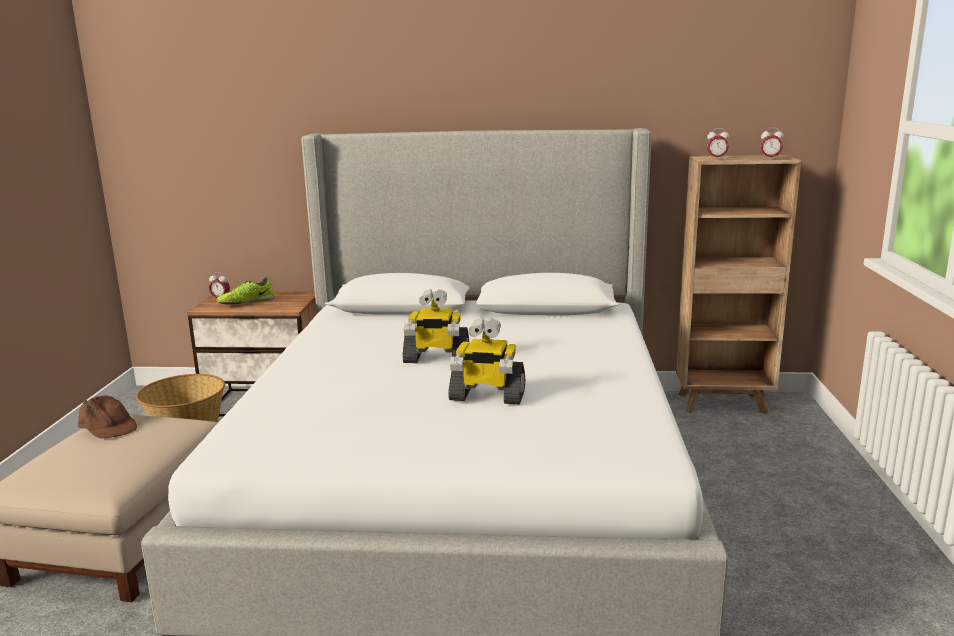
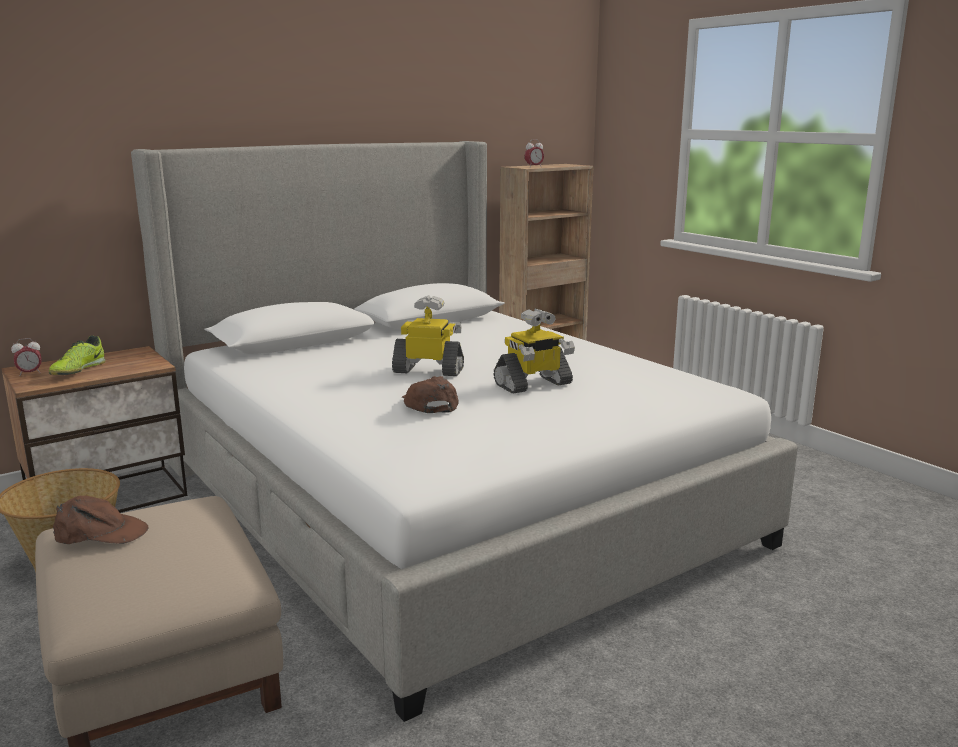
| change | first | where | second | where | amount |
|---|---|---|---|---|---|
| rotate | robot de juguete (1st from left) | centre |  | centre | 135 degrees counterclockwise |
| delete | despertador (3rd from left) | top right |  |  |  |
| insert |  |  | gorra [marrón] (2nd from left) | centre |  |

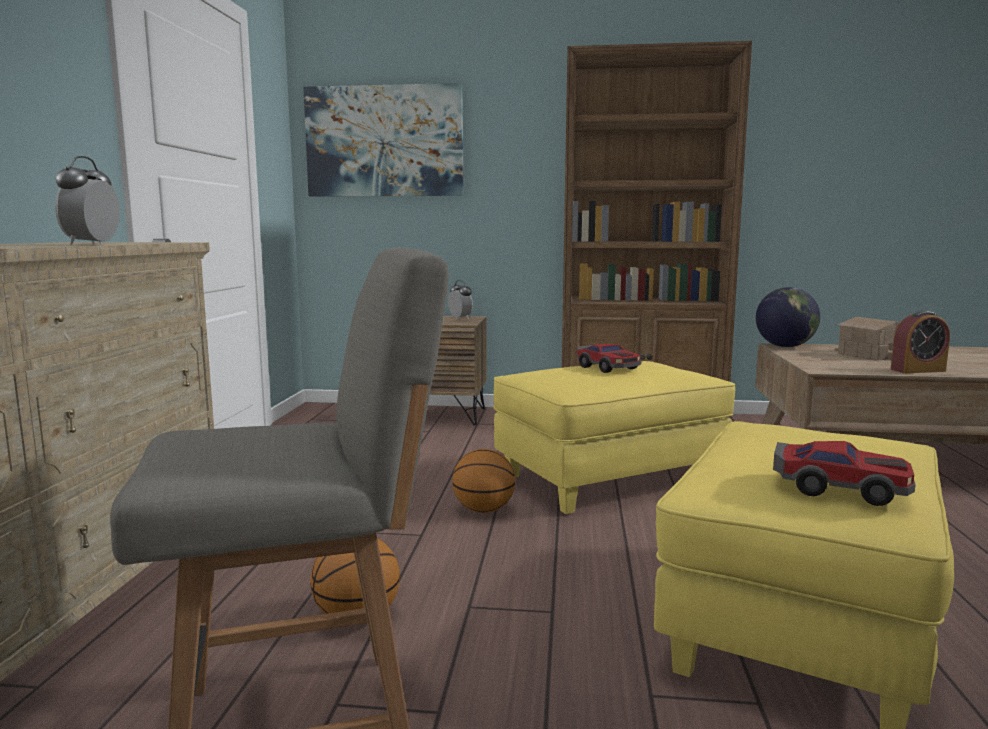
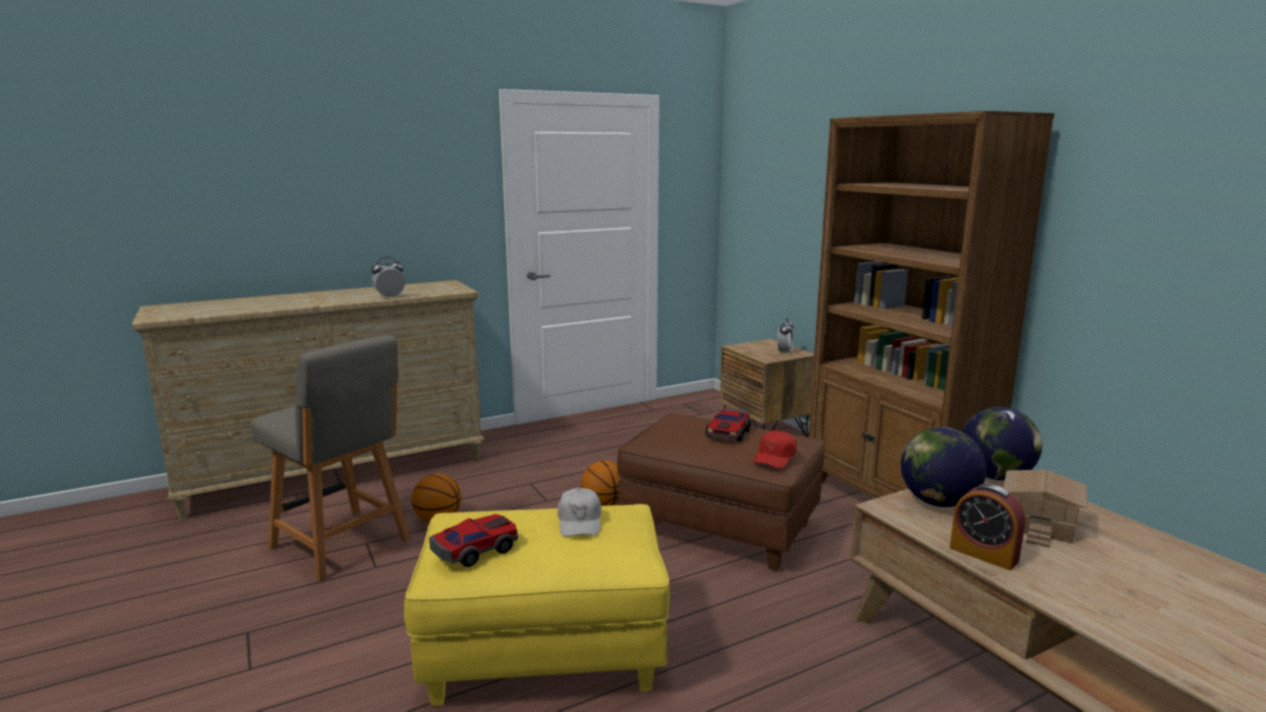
| change | first | where | second | where | amount |
|---|---|---|---|---|---|
| delete | cuadro | top centre |  |  |  |
| recolor | puf [amarillo] (1st from left) | centre | puf [marrón] | bottom centre |  |
| rotate | coche de juguete (2nd from left in the first image) | middle right | coche de juguete (1st from left) | bottom centre | 120 degrees counterclockwise |
| insert |  |  | gorra [blanco] | bottom centre |  |
| insert |  |  | gorra [rojo] | centre |  |
| insert |  |  | globo terráqueo (1st from left) | middle right |  |

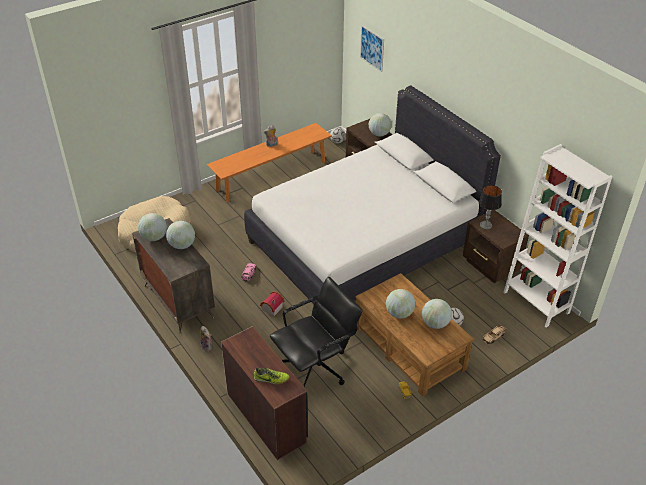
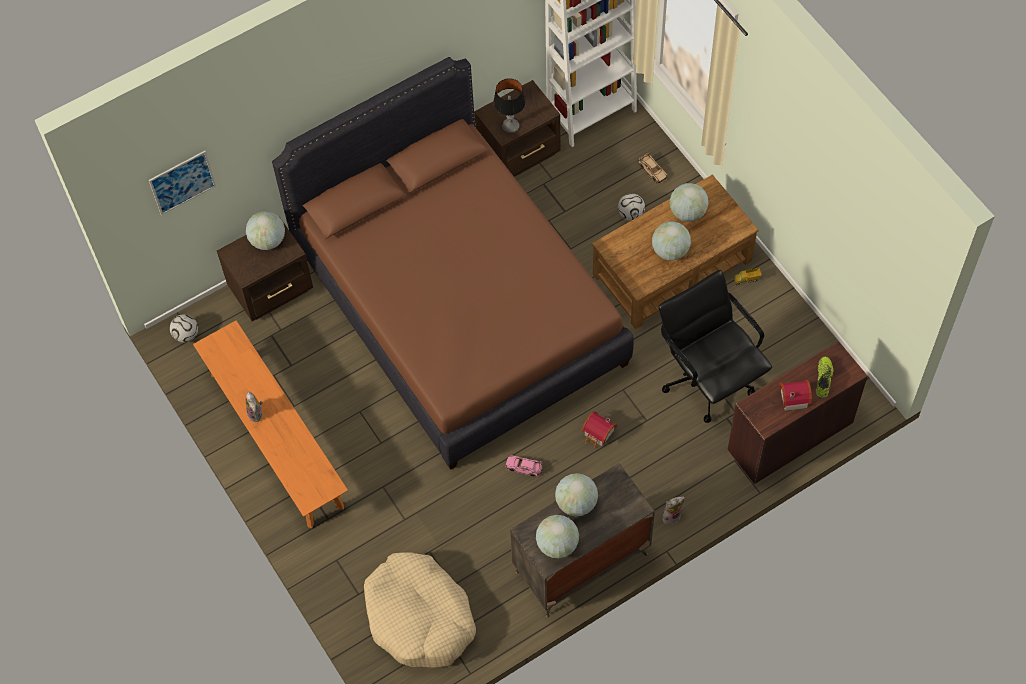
| change | first | where | second | where | amount |
|---|---|---|---|---|---|
| recolor | cama [blanco] | centre | cama [marrón] | centre |  |
| insert |  |  | casita (2nd from left) | middle right |  |

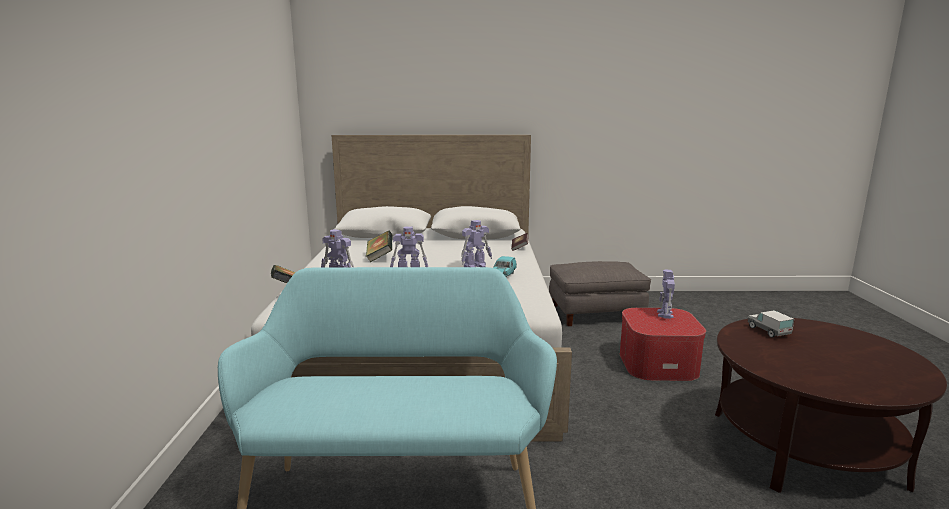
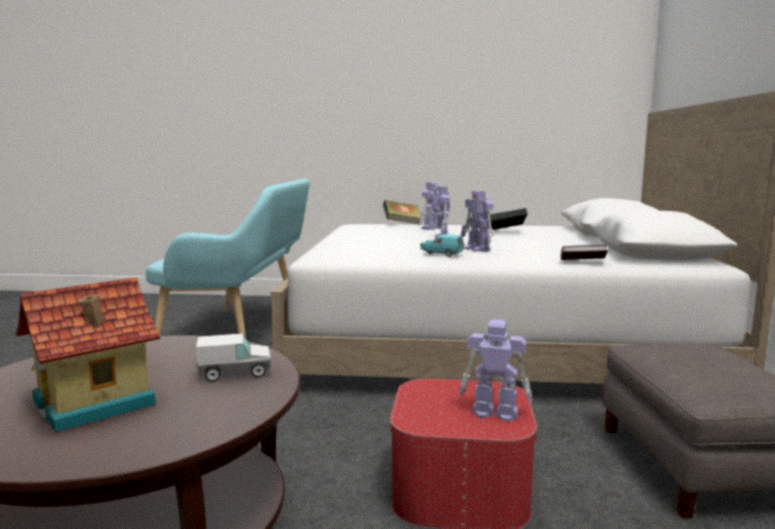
| change | first | where | second | where | amount |
|---|---|---|---|---|---|
| insert |  |  | casita | bottom left |  |

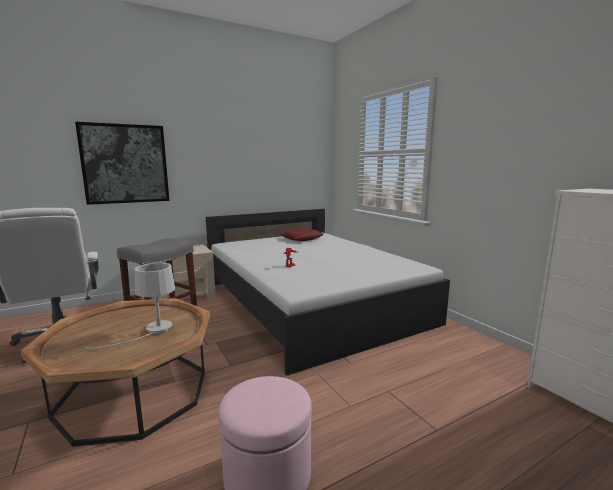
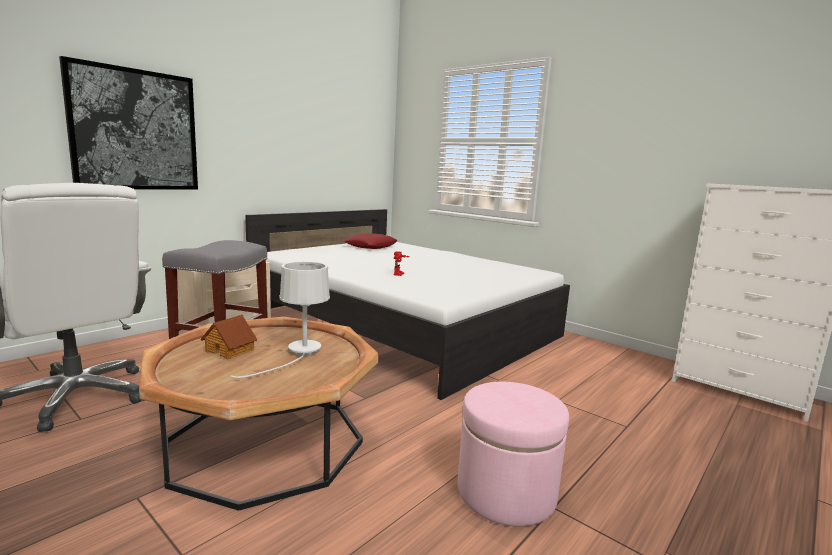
| change | first | where | second | where | amount |
|---|---|---|---|---|---|
| insert |  |  | casita | middle left |  |

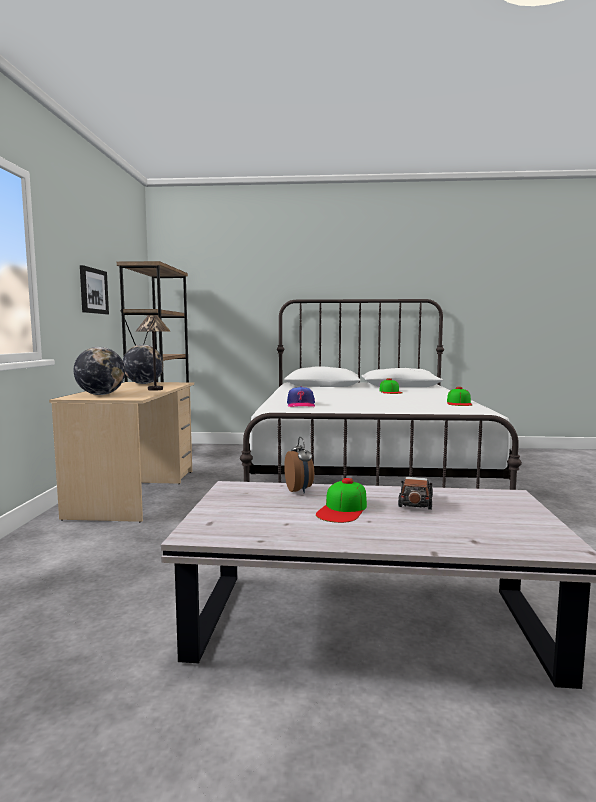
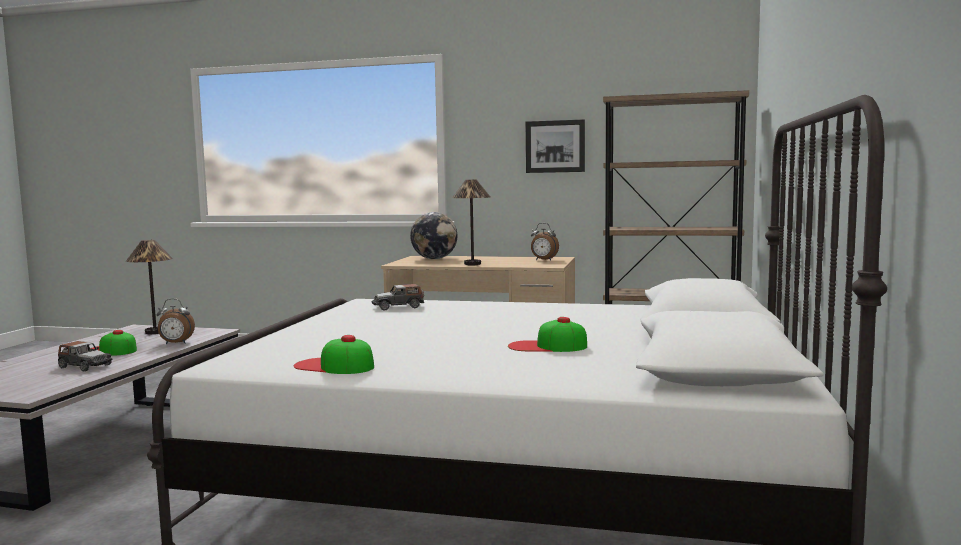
| change | first | where | second | where | amount |
|---|---|---|---|---|---|
| replace | globo terráqueo (2nd from left) | middle left | despertador (2nd from left) | centre |  |
| replace | gorra (1st from left) | centre | coche de juguete (2nd from left) | centre |  |
| insert |  |  | lámpara de mesa (1st from left) | middle left |  |

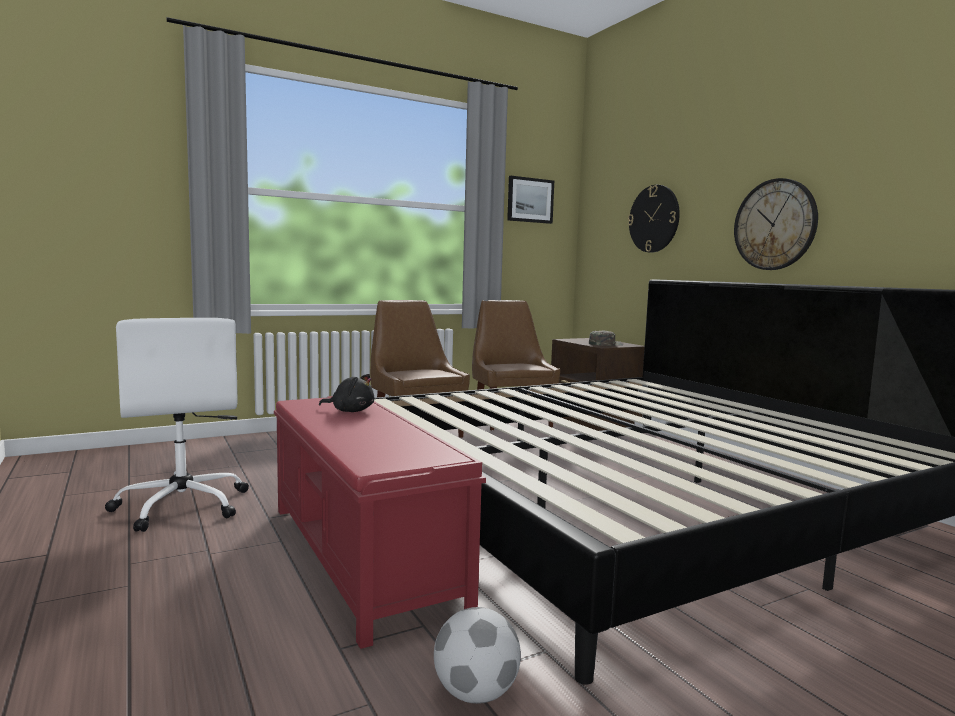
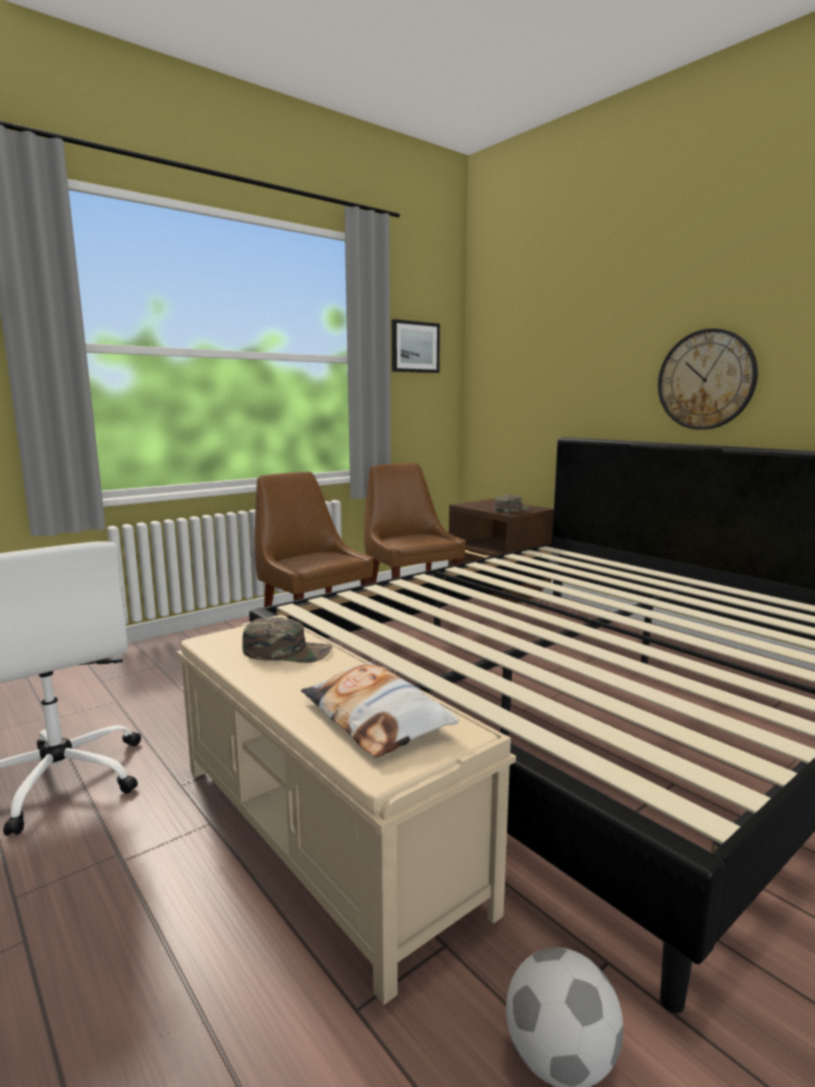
| change | first | where | second | where | amount |
|---|---|---|---|---|---|
| recolor | banco [rojo] | bottom centre | banco [beis] | bottom centre |  |
| replace | peluche [negro] | centre | gorra [verde] (1st from left) | centre |  |
| delete | reloj de pared (1st from left) | top right |  |  |  |
| insert |  |  | cojín | centre |  |

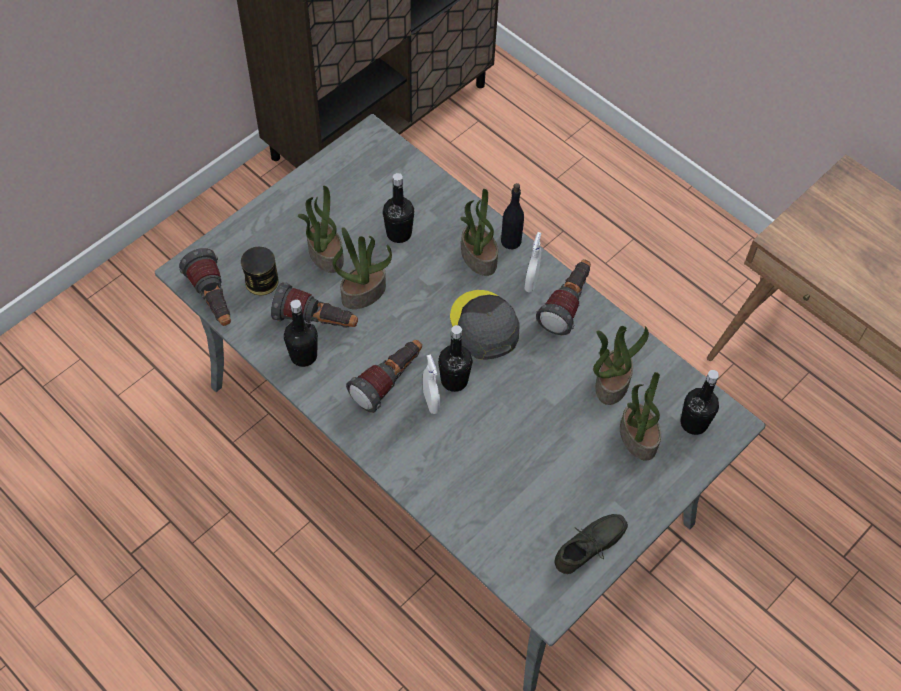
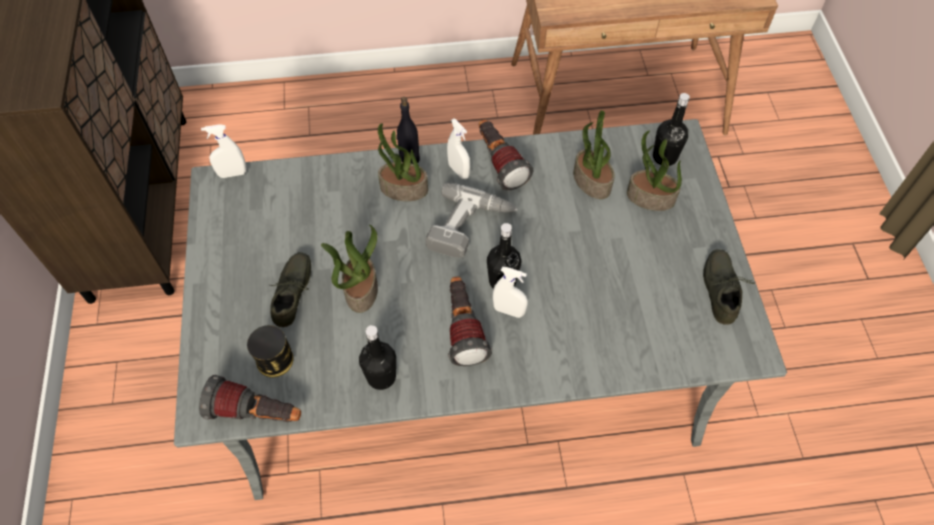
| change | first | where | second | where | amount |
|---|---|---|---|---|---|
| delete | linterna (2nd from left) | centre |  |  |  |
| replace | planta en maceta (1st from left) | top centre | zapato [gris] (1st from left) | middle left |  |
| delete | botella [negro] (2nd from left) | top centre |  |  |  |
| replace | gorra [gris] | centre | taladro | centre |  |
| insert |  |  | pulverizador [blanco] (1st from left) | top left |  |

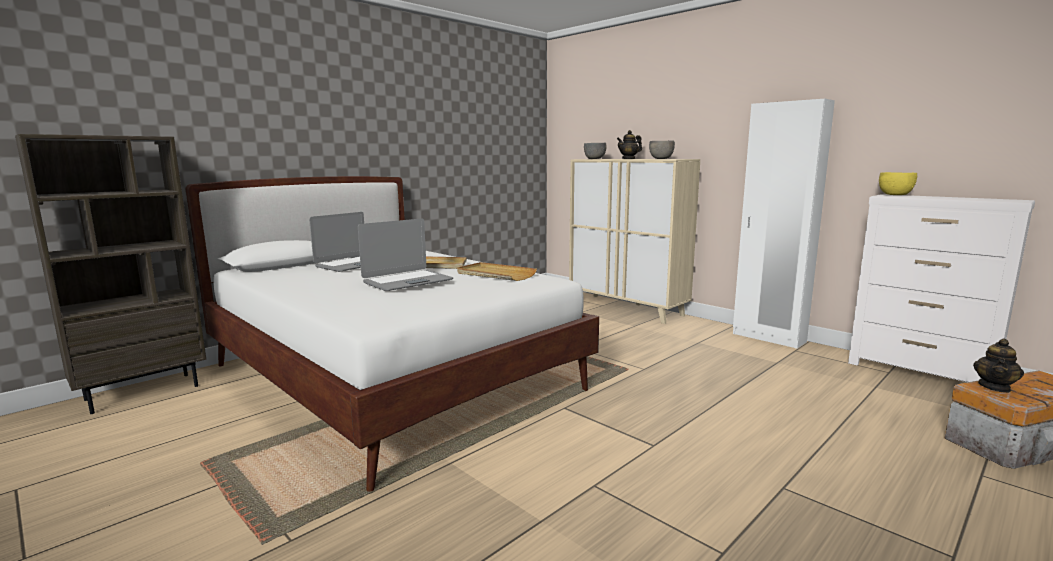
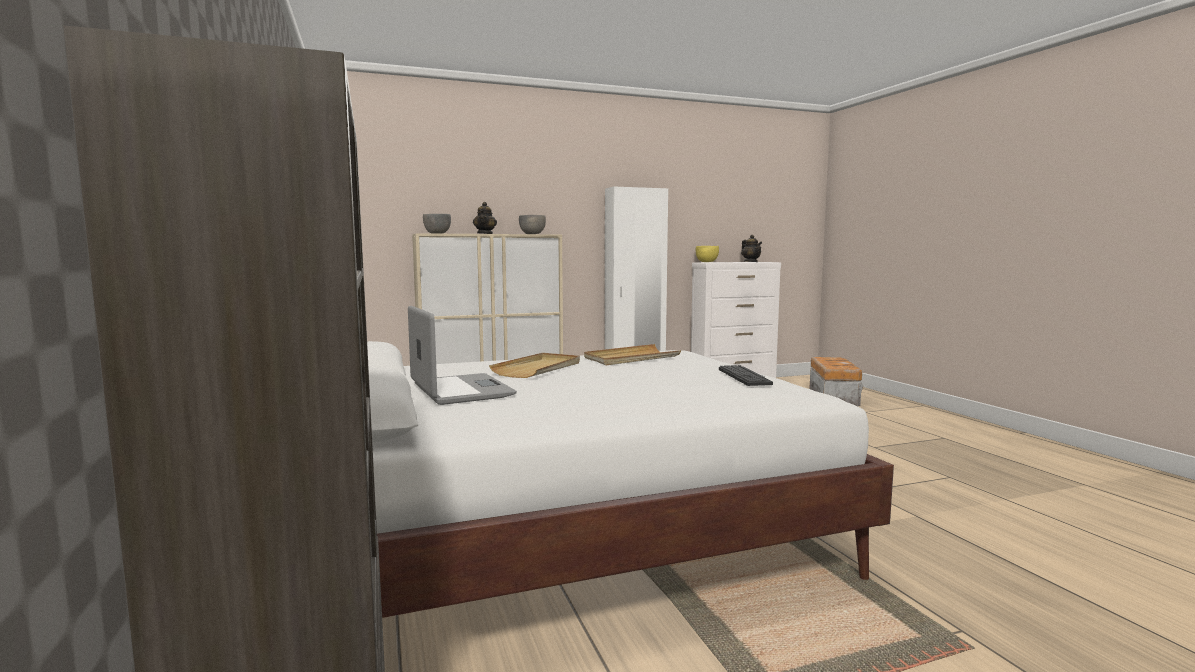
| change | first | where | second | where | amount |
|---|---|---|---|---|---|
| delete | portátil (2nd from left) | centre |  |  |  |
| move | tetera (2nd from left) | middle right |  | centre |  |
| insert |  |  | teclado | centre |  |

